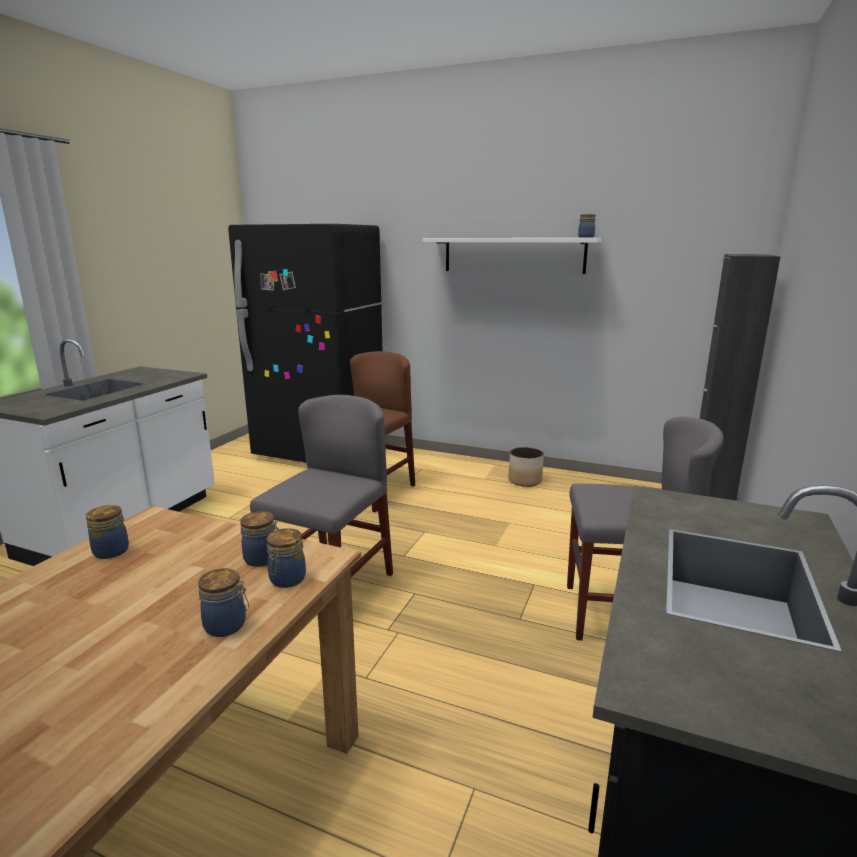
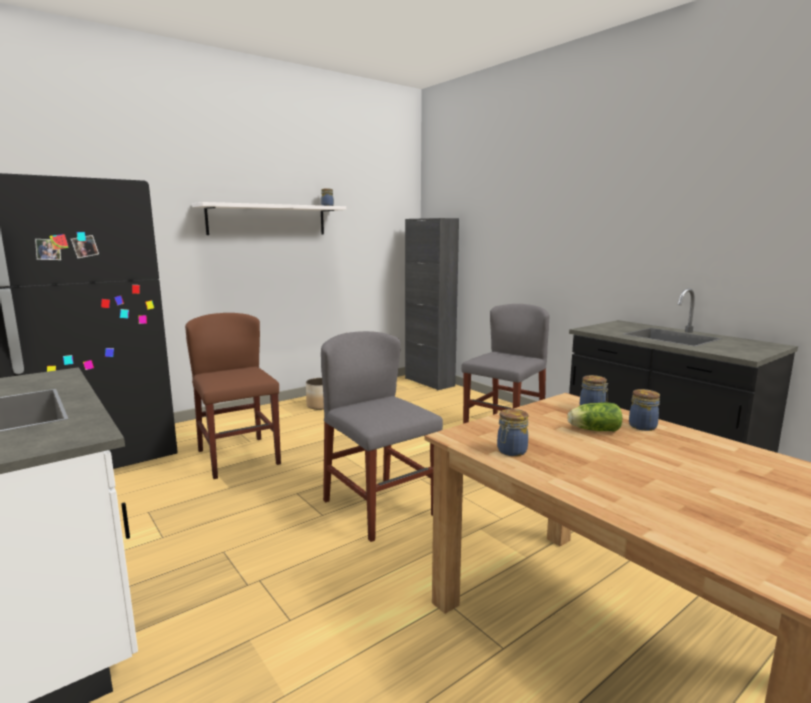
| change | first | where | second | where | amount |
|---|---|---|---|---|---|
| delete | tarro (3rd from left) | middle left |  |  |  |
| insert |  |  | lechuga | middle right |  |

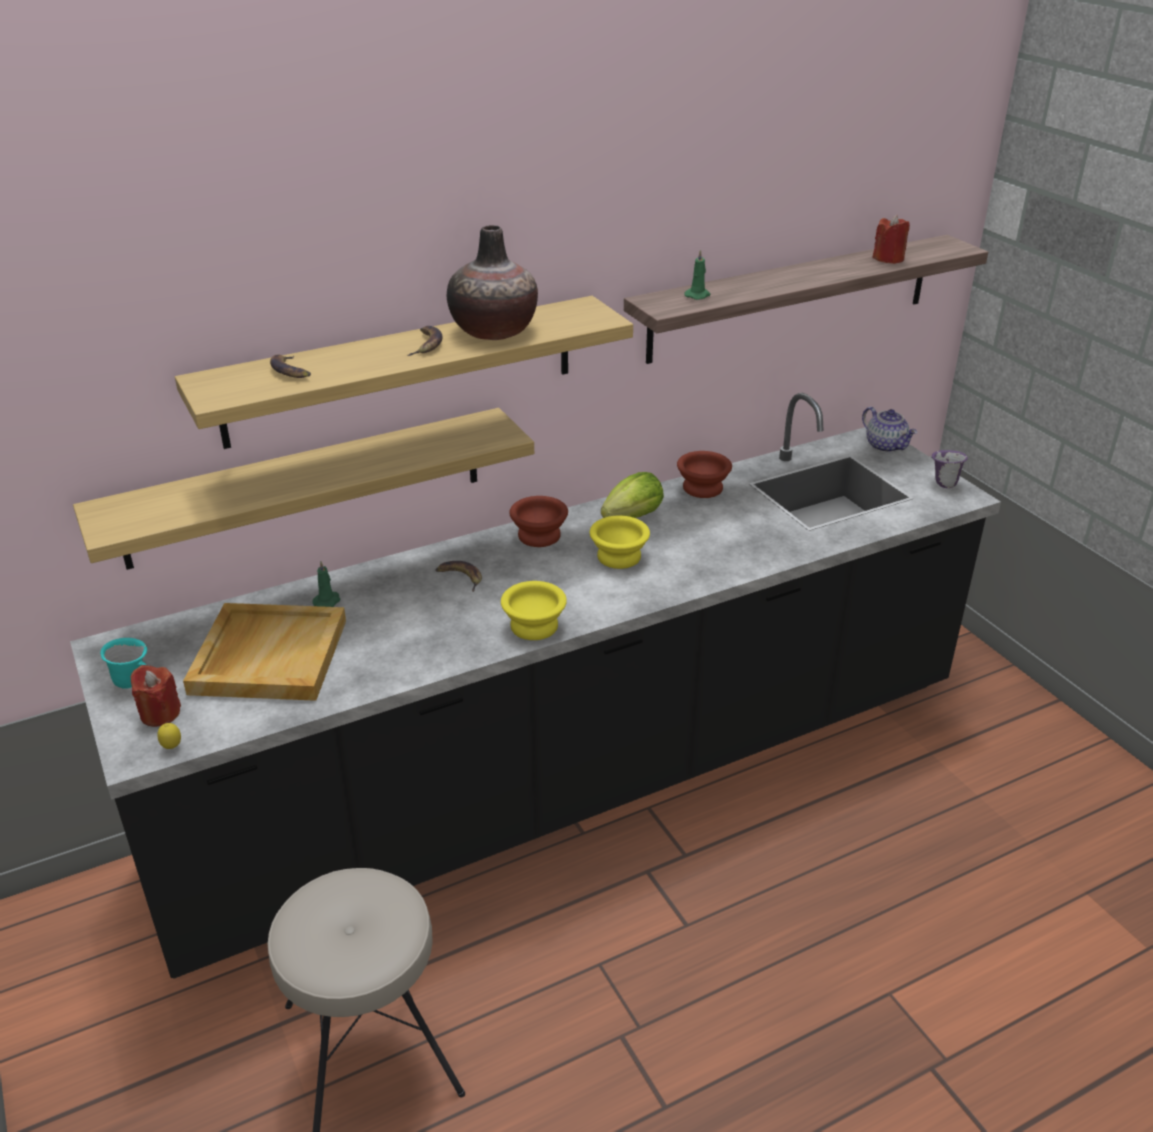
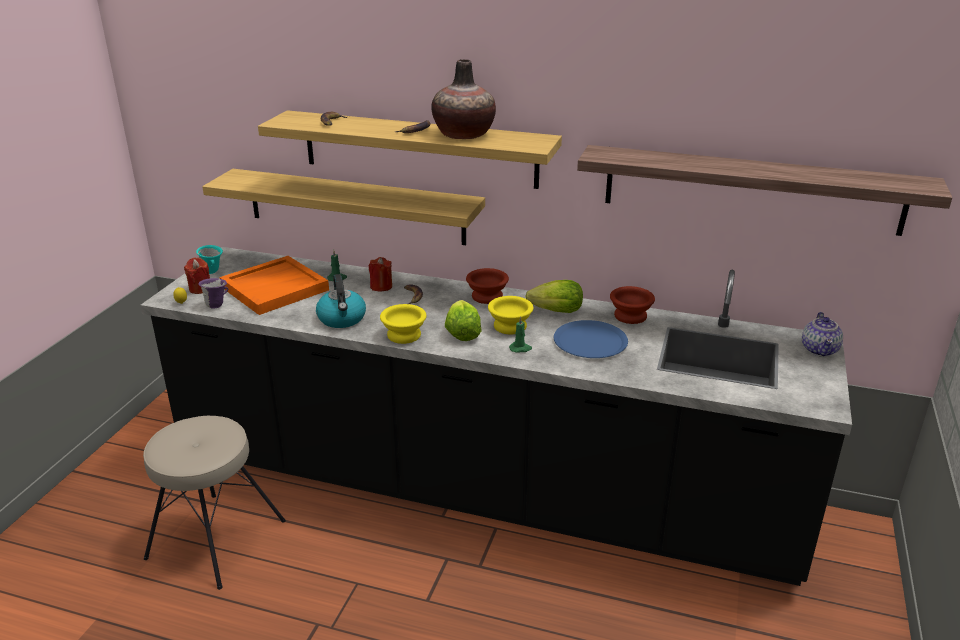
| change | first | where | second | where | amount |
|---|---|---|---|---|---|
| recolor | bandeja [beis] | middle left | bandeja [naranja] | middle left |  |
| move | vela [verde] (2nd from left) | top centre |  | centre |  |
| move | vela [rojo] (2nd from left) | top right |  | centre |  |
| move | taza grande [morado] | middle right |  | middle left |  |
| insert |  |  | hervidor | centre |  |
| insert |  |  | lechuga (1st from left) | centre |  |
| insert |  |  | plato [azul] | centre |  |

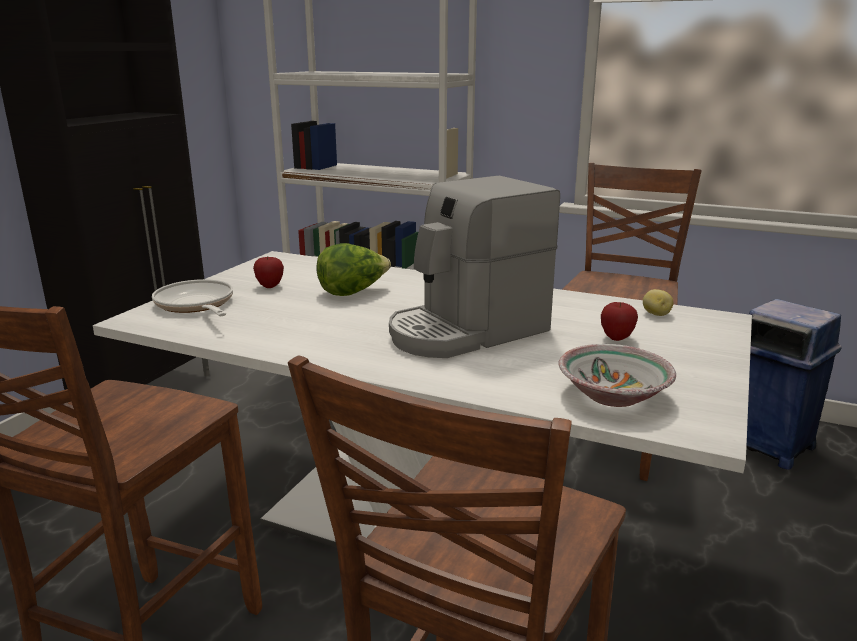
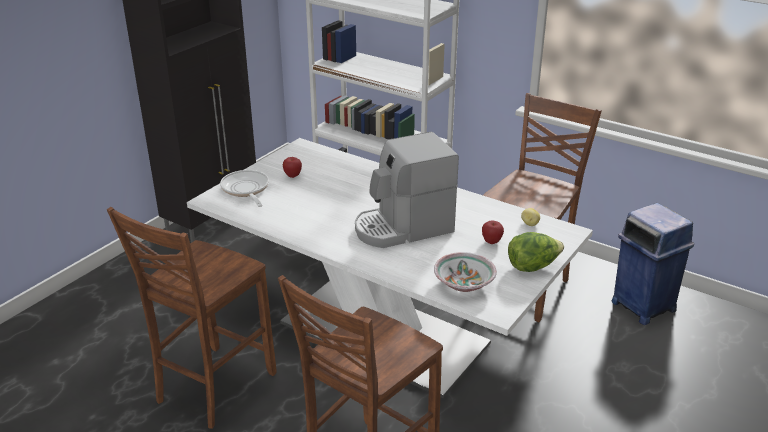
| change | first | where | second | where | amount |
|---|---|---|---|---|---|
| move | lechuga | centre |  | middle right |  |

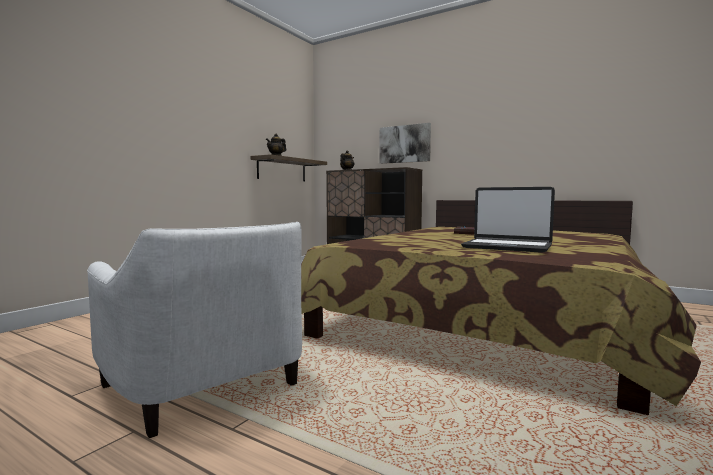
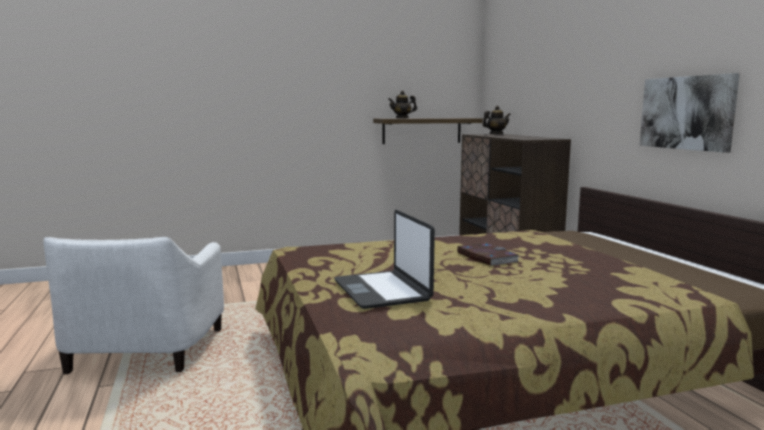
| change | first | where | second | where | amount |
|---|---|---|---|---|---|
| move | cuadro | top centre |  | top right |  |

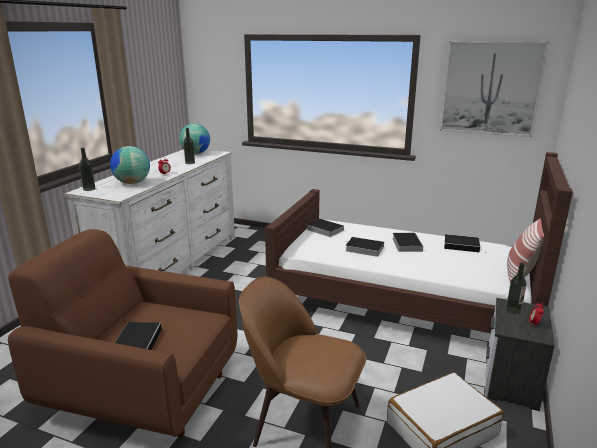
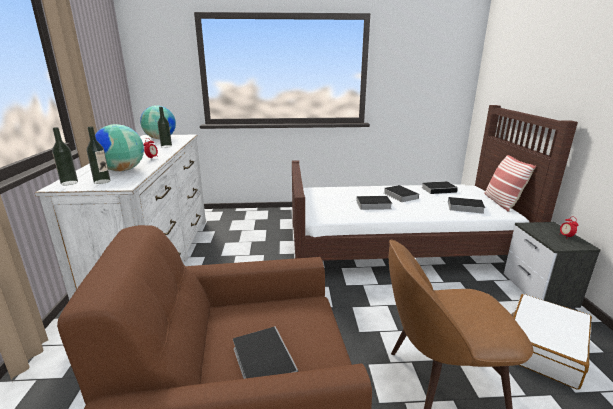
| change | first | where | second | where | amount |
|---|---|---|---|---|---|
| move | libro (2nd from left in the first image) | centre | libro (5th from left) | middle right |  |
| delete | cuadro | top right |  |  |  |
| move | botella (3rd from left in the first image) | middle right | botella (2nd from left) | middle left |  |

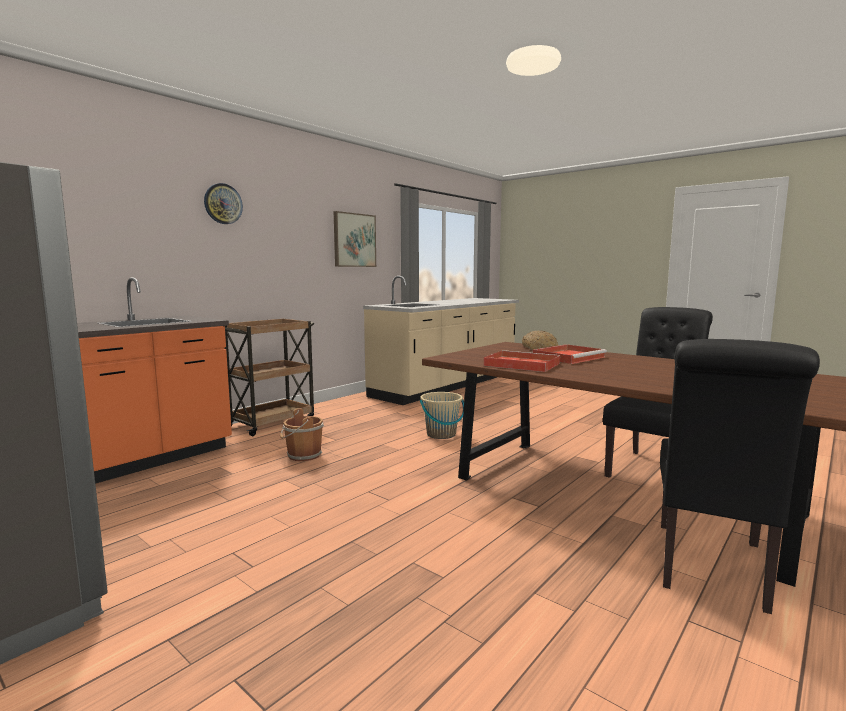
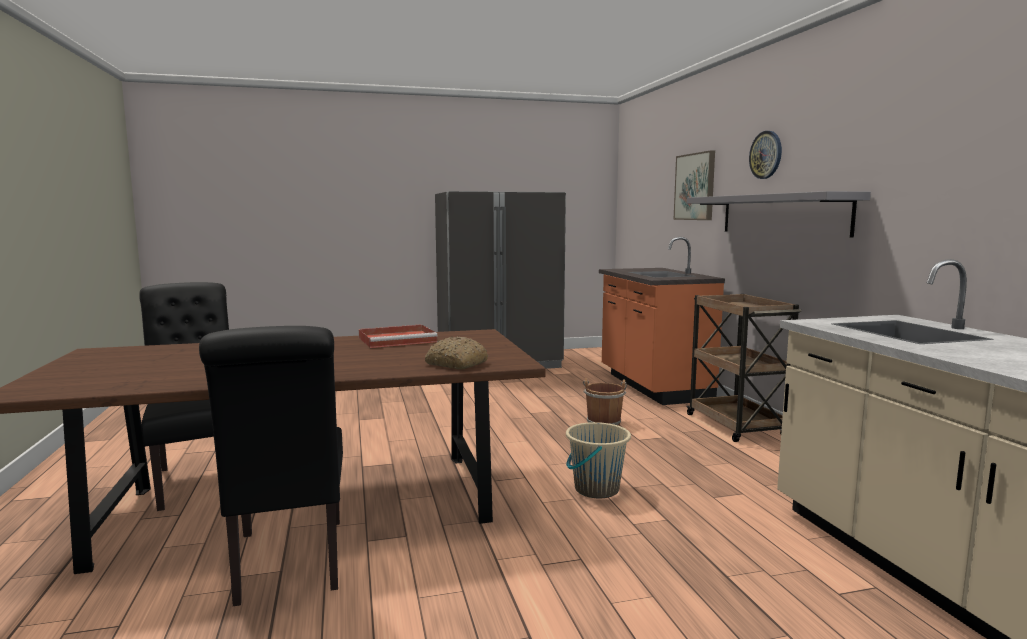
| change | first | where | second | where | amount |
|---|---|---|---|---|---|
| move | cuadro | centre |  | top right |  |
| delete | bandeja [rojo] (2nd from left) | middle right |  |  |  |
| insert |  |  | estante [gris] | middle right |  |

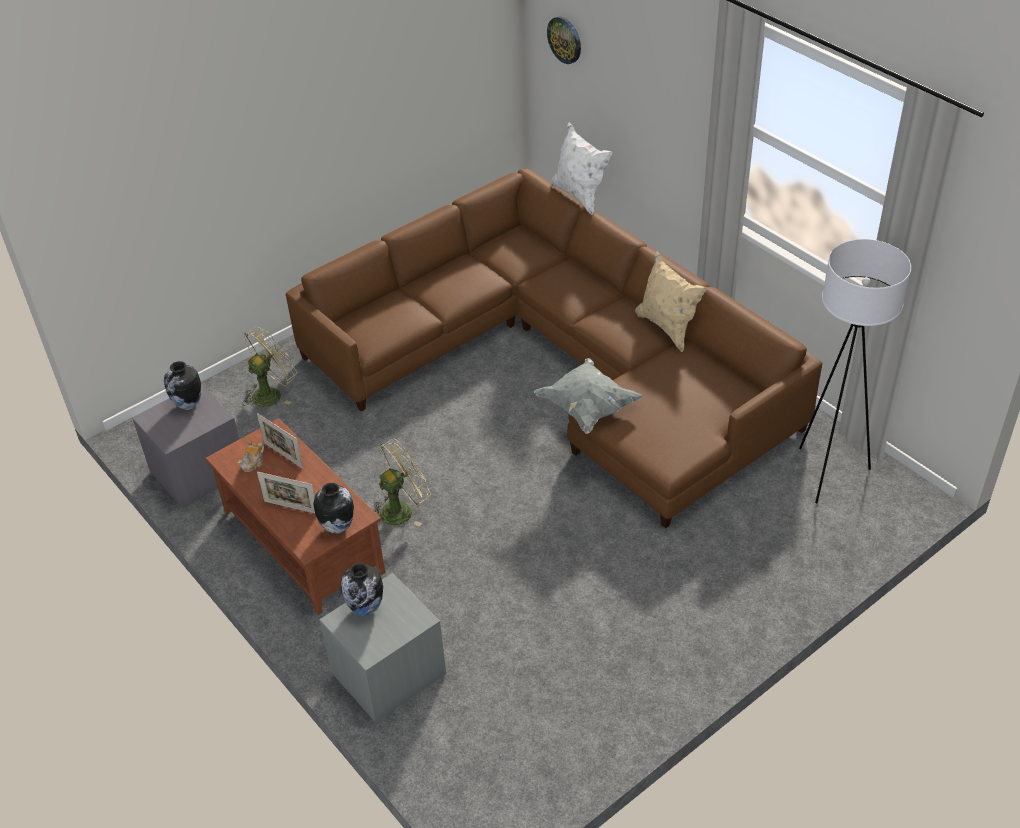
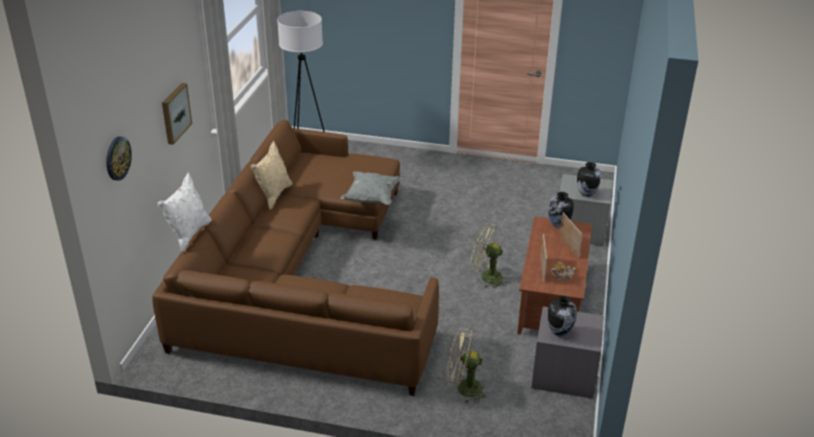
| change | first | where | second | where | amount |
|---|---|---|---|---|---|
| insert |  |  | cuadro | top left |  |

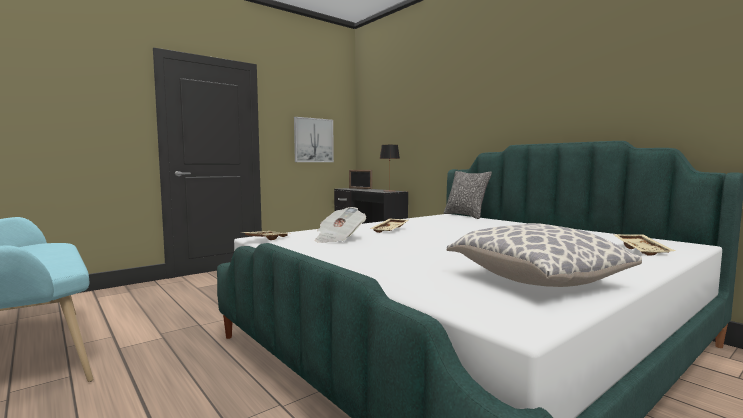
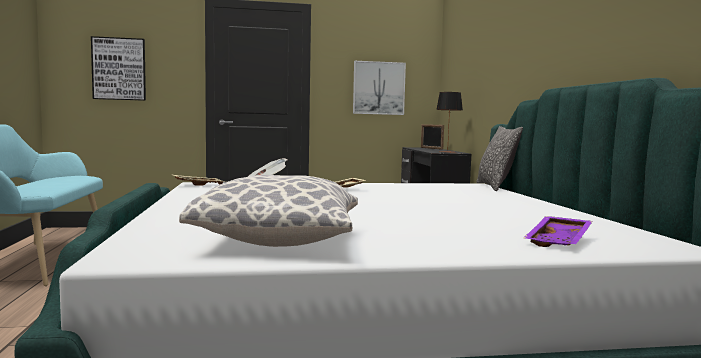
| change | first | where | second | where | amount |
|---|---|---|---|---|---|
| recolor | bandeja [beis] (3rd from left) | middle right | bandeja [morado] | middle right |  |
| insert |  |  | cuadro (1st from left) | top left |  |

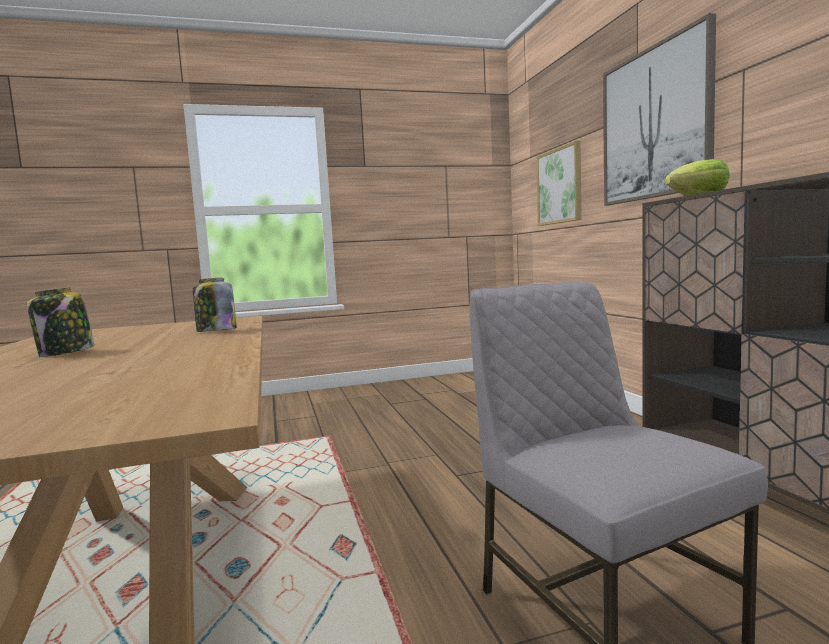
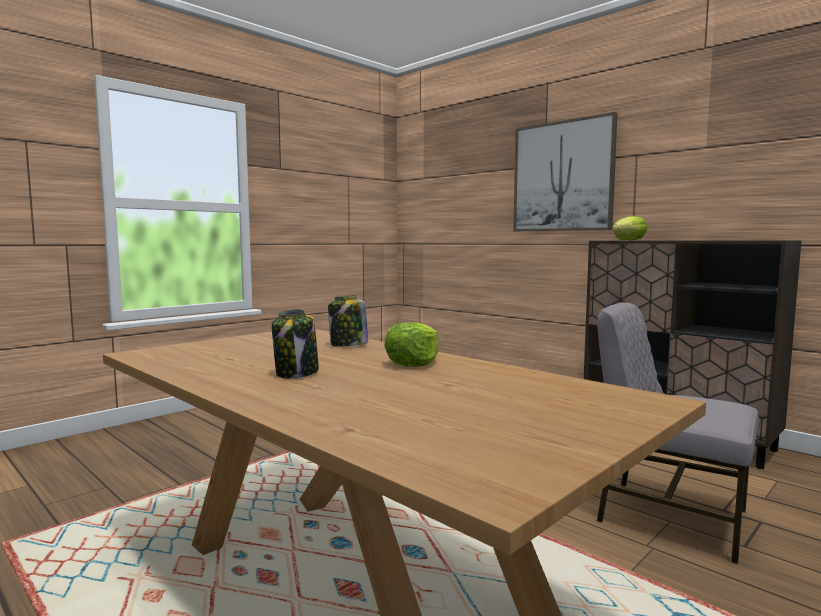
| change | first | where | second | where | amount |
|---|---|---|---|---|---|
| delete | cuadro (1st from left) | top right |  |  |  |
| insert |  |  | lechuga (1st from left) | centre |  |

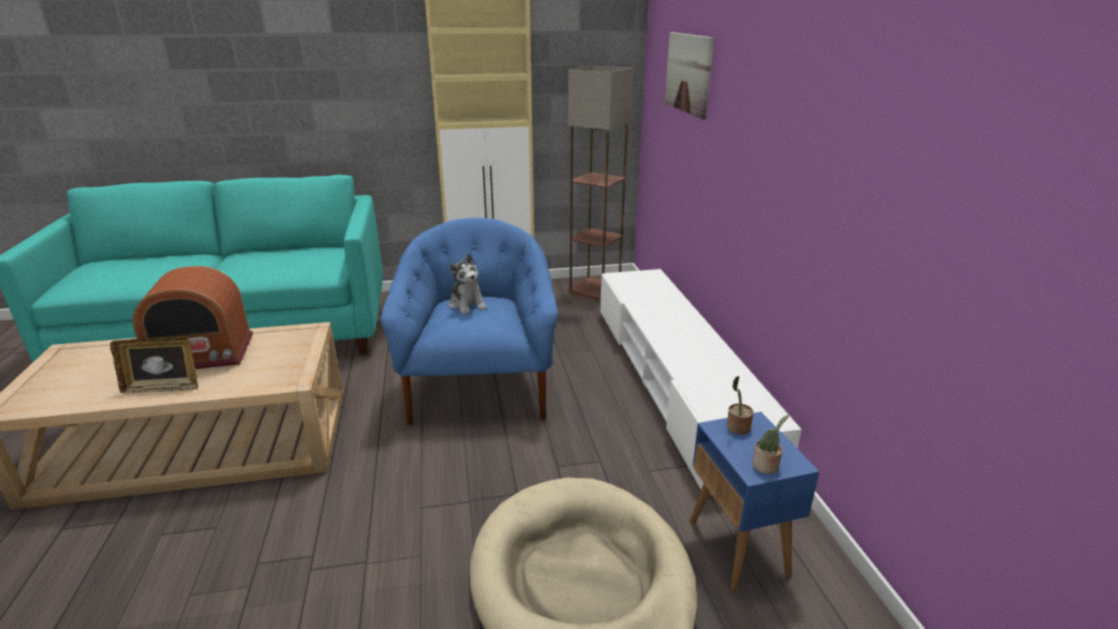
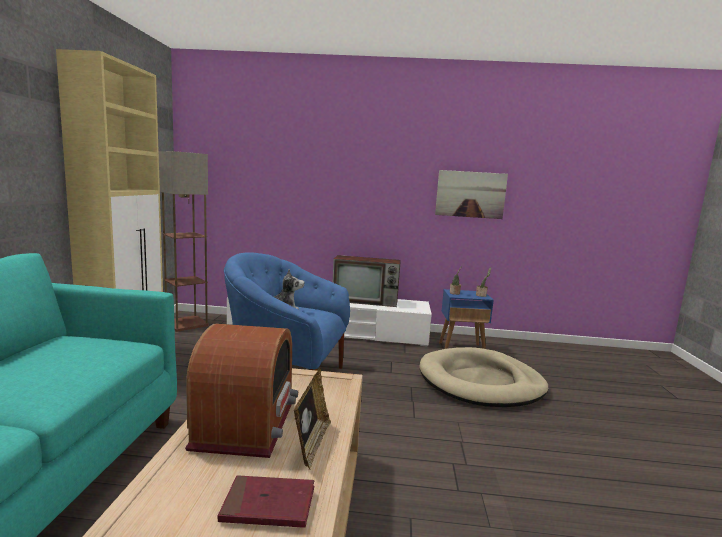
| change | first | where | second | where | amount |
|---|---|---|---|---|---|
| move | cuadro | top centre |  | centre |  |
| insert |  |  | libro [rojo] | bottom centre |  |
| insert |  |  | televisor | centre |  |

